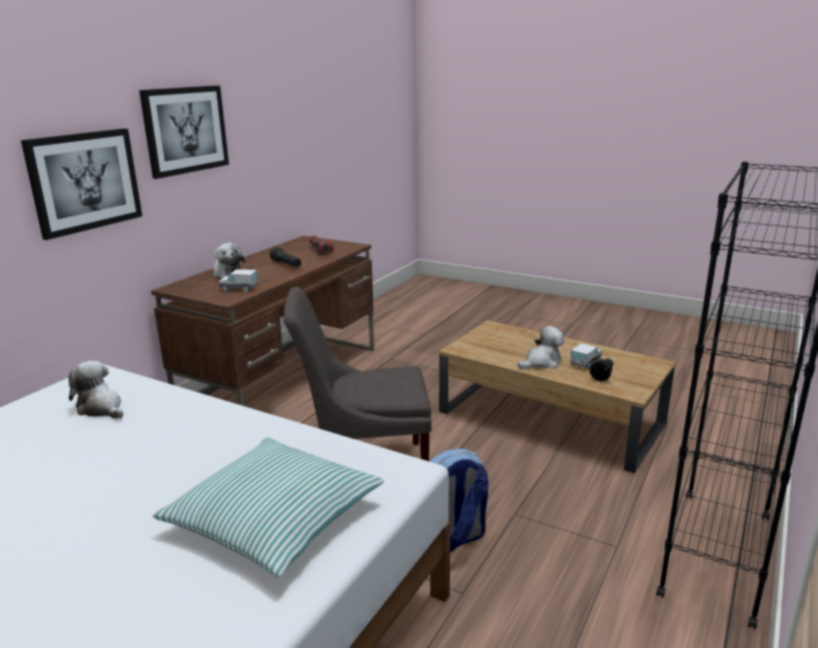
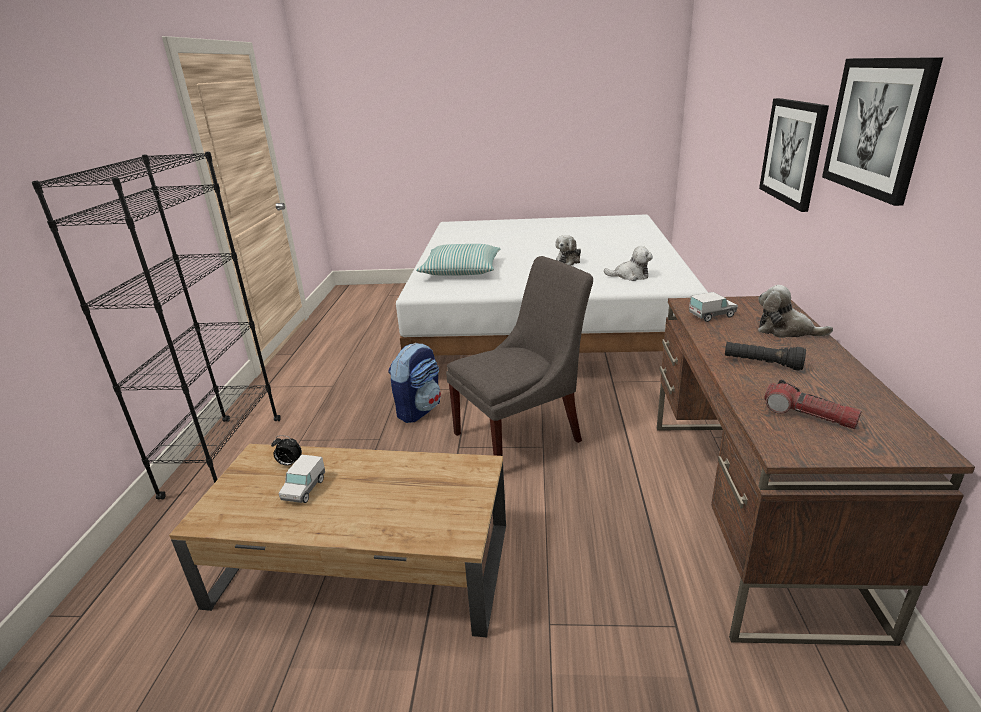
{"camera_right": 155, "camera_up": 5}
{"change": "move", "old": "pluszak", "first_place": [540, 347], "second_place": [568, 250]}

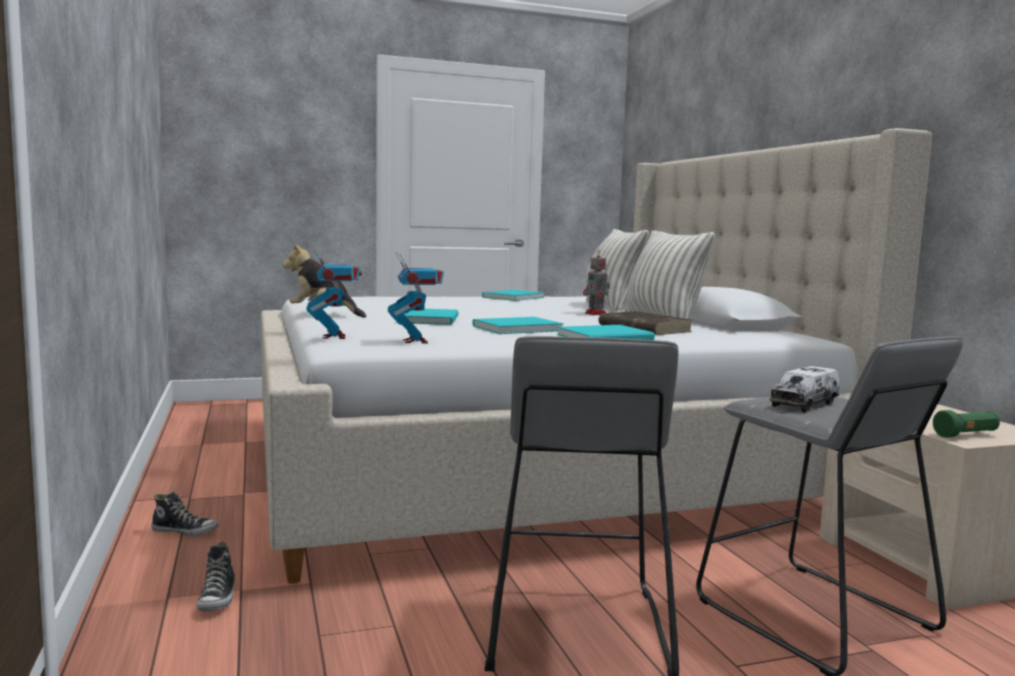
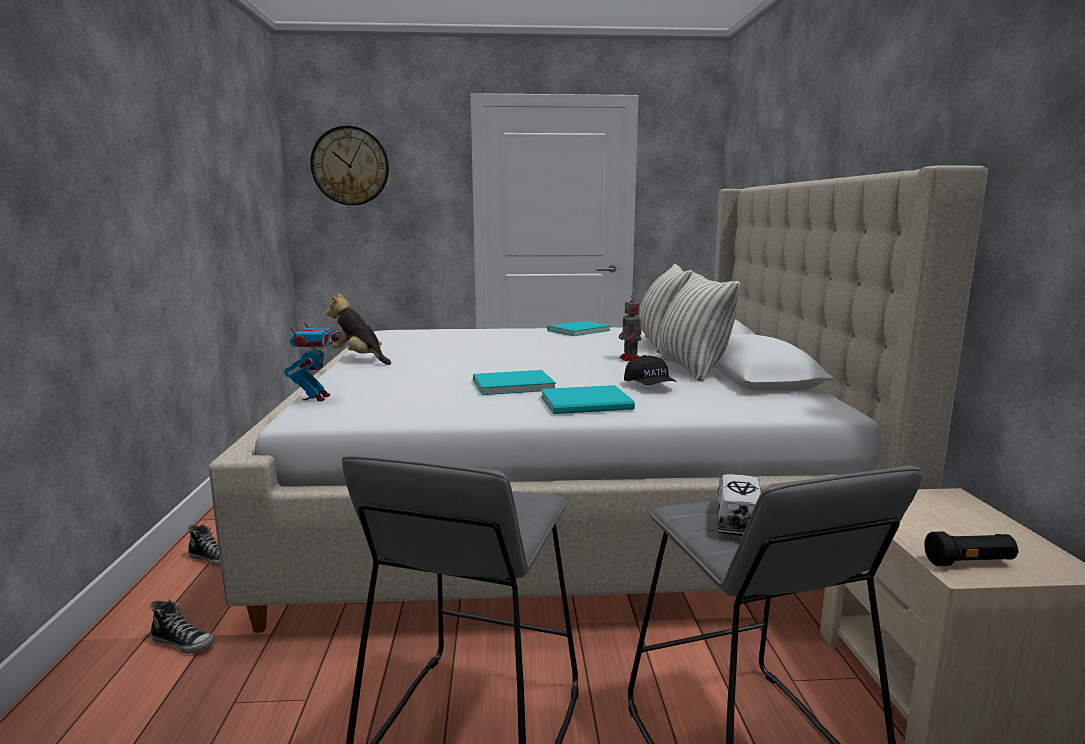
{"camera_right": 15, "camera_up": 5}
{"change": "delete", "old": "robot zabawkowy", "first_place": [416, 298]}
{"change": "delete", "old": "książka (turkusowy)", "first_place": [427, 317]}
{"change": "insert", "new": "zegar ścienny", "second_place": [349, 165]}
{"change": "replace", "old": "książka (brązowy)", "new": "czapka z daszkiem (czarny)", "first_place": [645, 323], "second_place": [650, 370]}
{"change": "recolor", "old": "latarka (zielony)", "new": "latarka (czarny)", "first_place": [966, 424], "second_place": [971, 549]}
{"change": "rotate", "old": "but", "first_place": [216, 577], "second_place": [182, 627], "degrees": -75}
{"change": "rotate", "old": "ciężarówka zabawkowa", "first_place": [805, 389], "second_place": [739, 505], "degrees": 135}

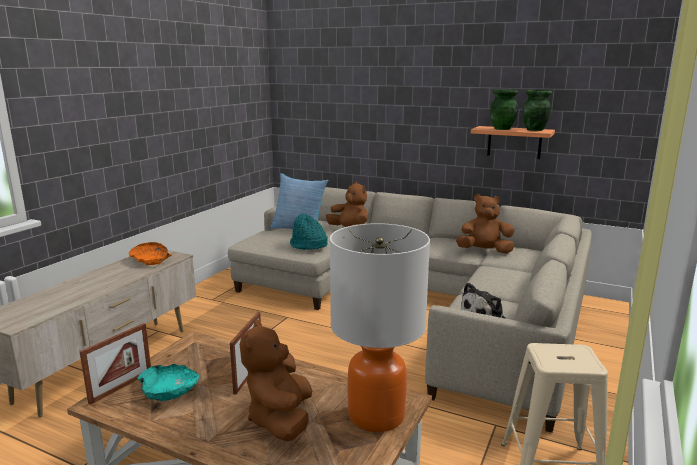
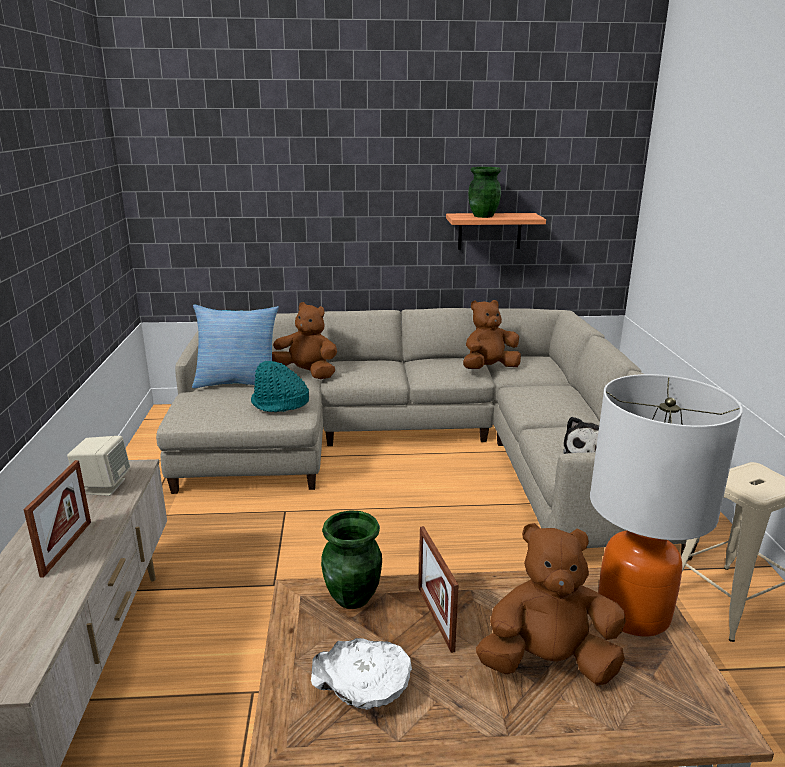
{"camera_right": -30, "camera_up": 5}
{"change": "move", "old": "ramka na zdjęcie", "first_place": [115, 364], "second_place": [57, 519]}
{"change": "move", "old": "wazon (zielony)", "first_place": [537, 110], "second_place": [351, 559]}
{"change": "replace", "old": "miska (pomarańczowy)", "new": "głośnik (beżowy)", "first_place": [150, 253], "second_place": [98, 466]}
{"change": "recolor", "old": "miska (turkusowy)", "new": "miska (biały)", "first_place": [168, 382], "second_place": [361, 674]}
{"change": "rotate", "old": "pluszak (brązowy)", "first_place": [276, 380], "second_place": [551, 604], "degrees": 120}

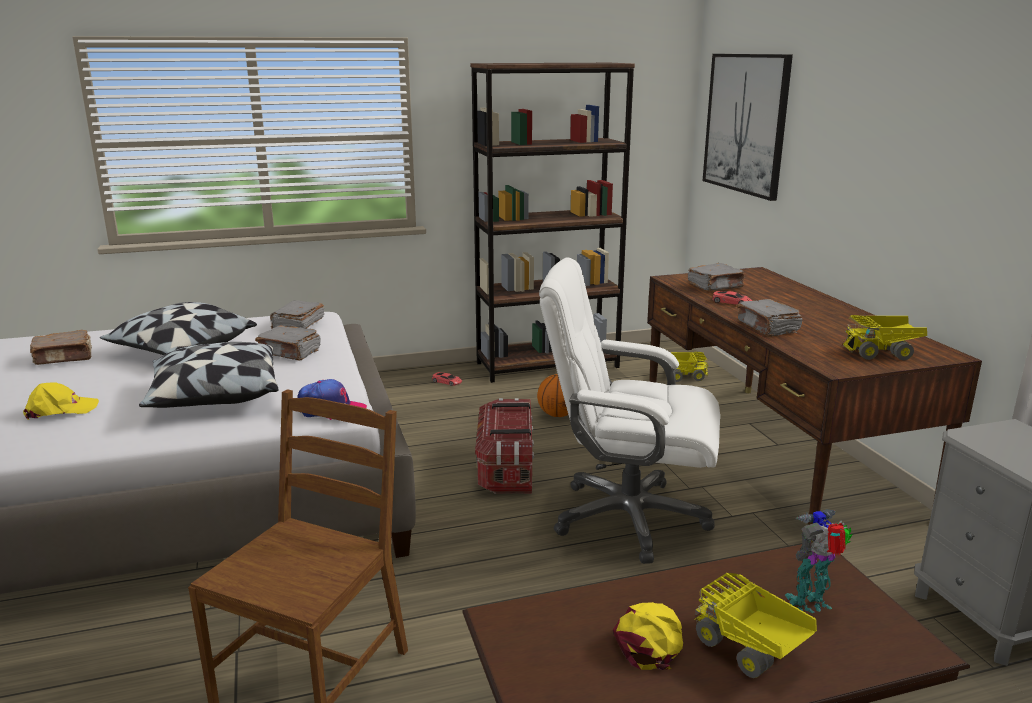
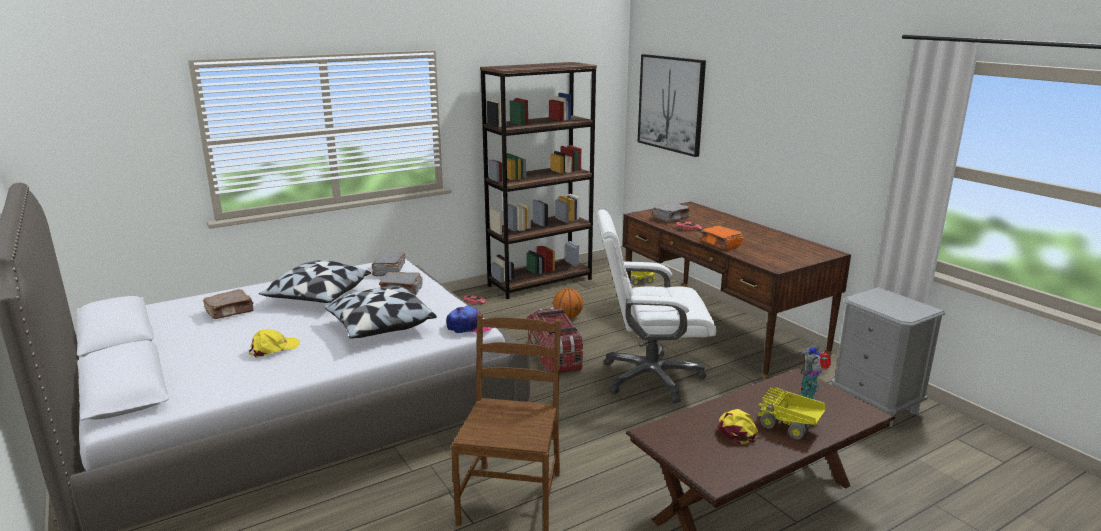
{"camera_right": -15, "camera_up": 0}
{"change": "delete", "old": "ciężarówka zabawkowa", "first_place": [885, 337]}
{"change": "recolor", "old": "książka (szary)", "new": "książka (pomarańczowy)", "first_place": [769, 318], "second_place": [722, 238]}

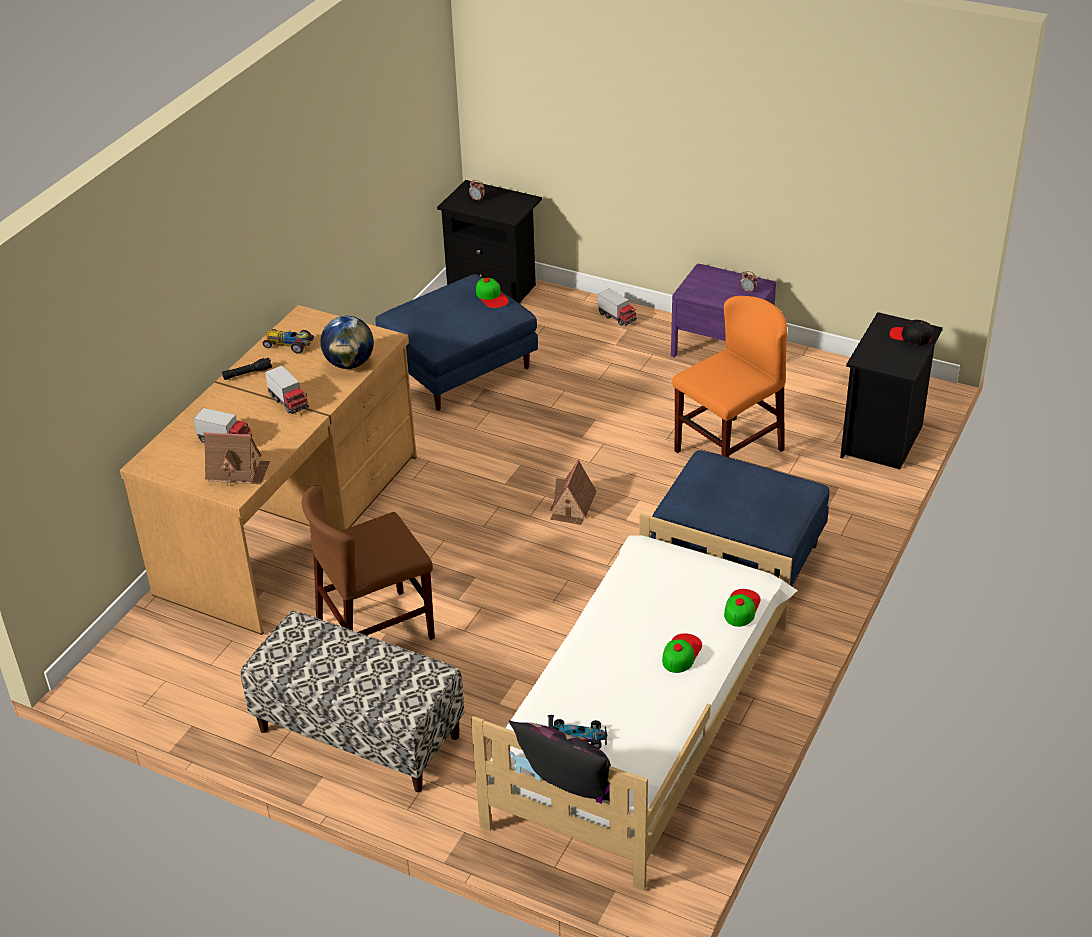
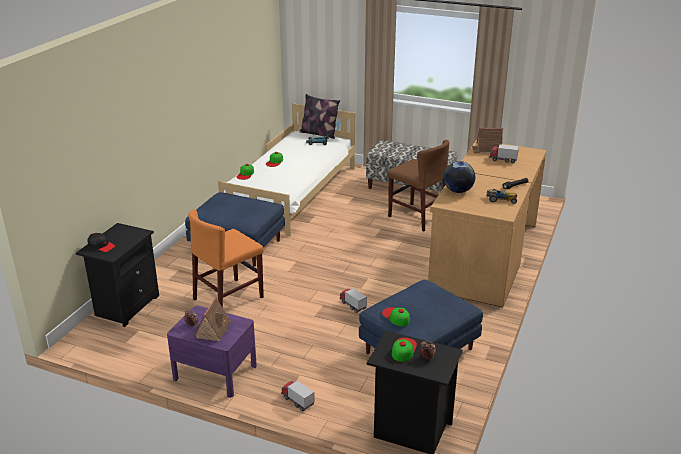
{"camera_right": 175, "camera_up": -10}
{"change": "insert", "new": "czapka z daszkiem", "second_place": [404, 350]}
{"change": "move", "old": "ciężarówka zabawkowa", "first_place": [287, 389], "second_place": [353, 300]}
{"change": "move", "old": "domek", "first_place": [573, 492], "second_place": [212, 319]}
{"change": "rotate", "old": "krzesło (brązowy)", "first_place": [368, 563], "second_place": [418, 186], "degrees": 75}

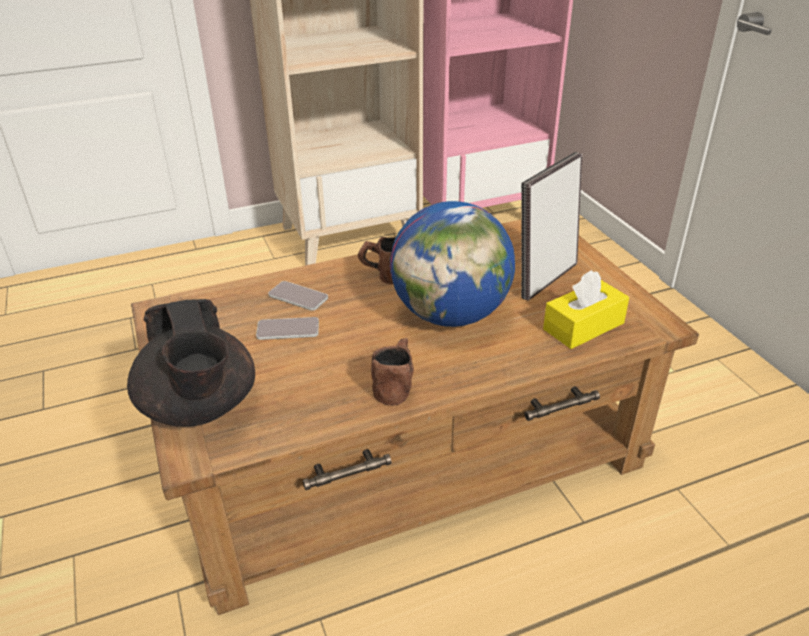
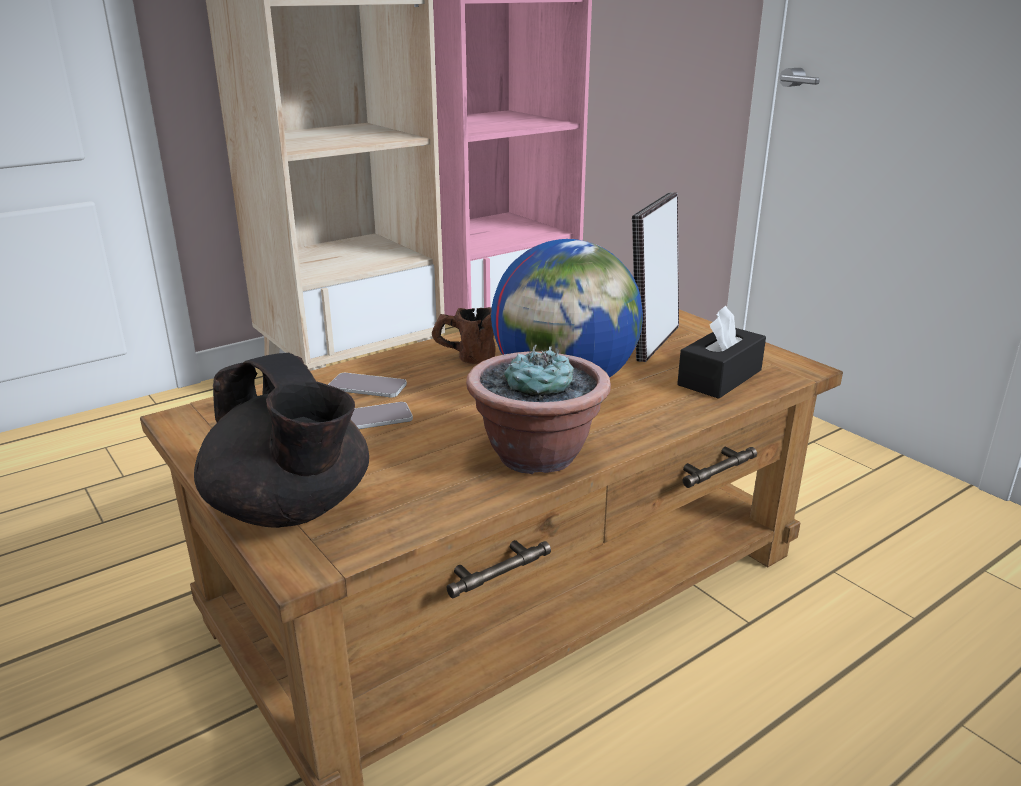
{"camera_right": -15, "camera_up": -10}
{"change": "replace", "old": "kubek (brązowy)", "new": "roślina doniczkowa", "first_place": [392, 372], "second_place": [538, 409]}
{"change": "recolor", "old": "pudełko chusteczek (żółty)", "new": "pudełko chusteczek (czarny)", "first_place": [586, 309], "second_place": [721, 352]}

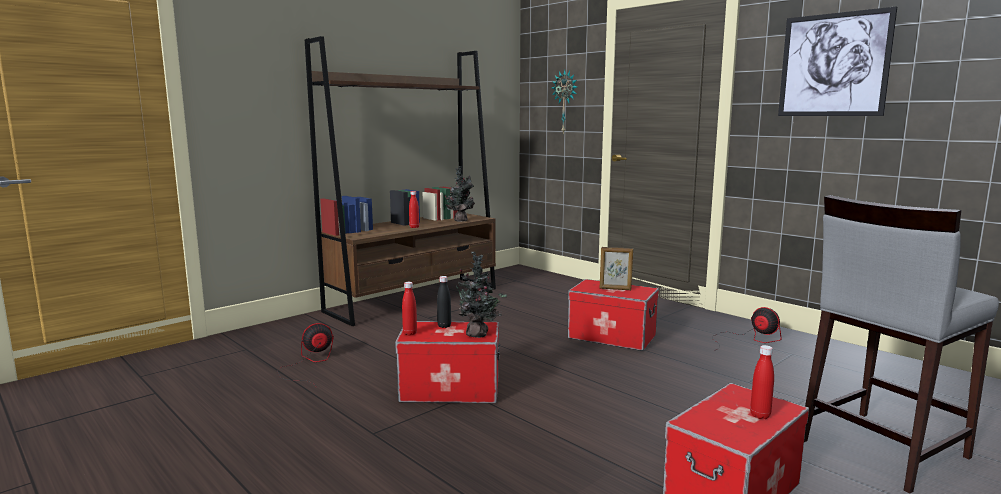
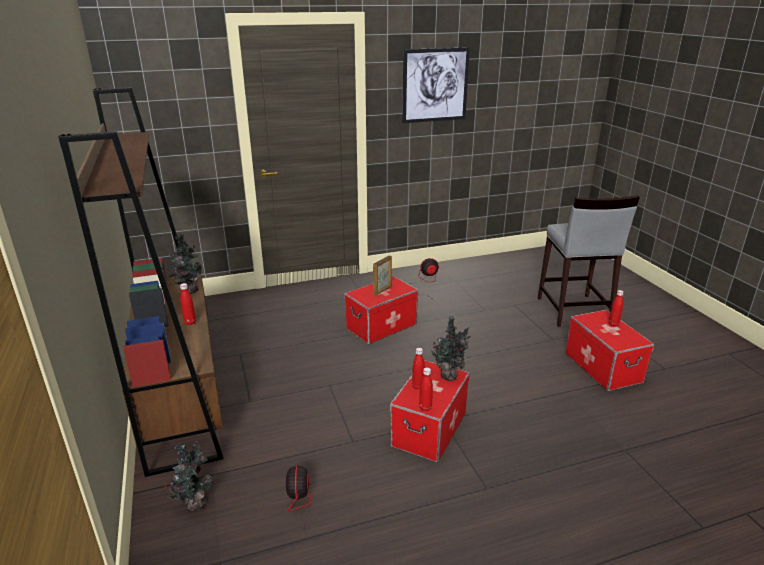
{"camera_right": -65, "camera_up": 15}
{"change": "delete", "old": "zegar ścienny", "first_place": [564, 101]}
{"change": "insert", "new": "roślina doniczkowa", "second_place": [189, 476]}
{"change": "recolor", "old": "butelka (czarny)", "new": "butelka (czerwony)", "first_place": [444, 302], "second_place": [418, 369]}

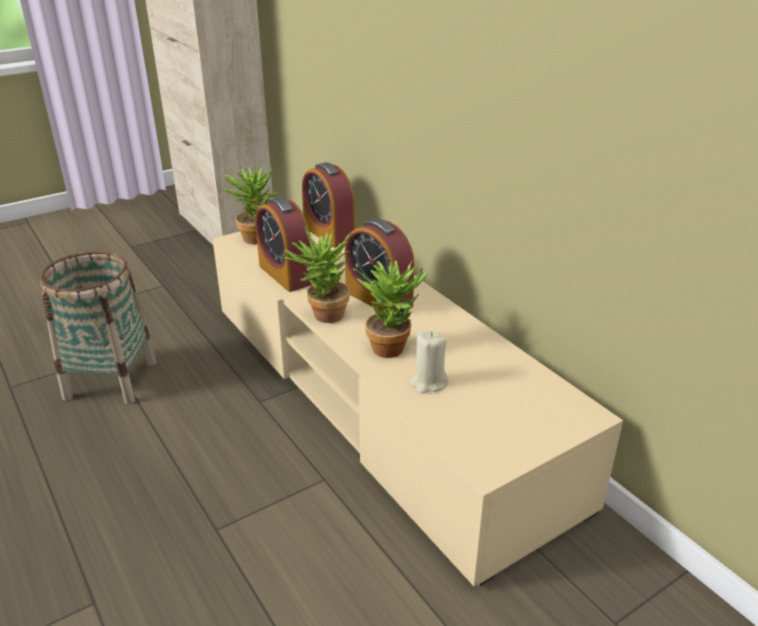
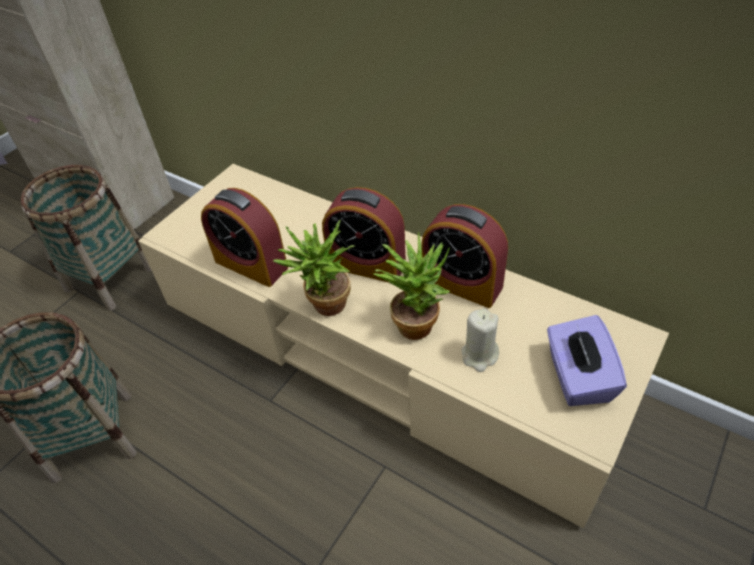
{"camera_right": -20, "camera_up": 15}
{"change": "delete", "old": "roślina doniczkowa", "first_place": [249, 204]}
{"change": "insert", "new": "koszyk", "second_place": [86, 238]}
{"change": "insert", "new": "pudełko chusteczek (fioletowy)", "second_place": [587, 360]}
{"change": "move", "old": "budzik", "first_place": [328, 205], "second_place": [464, 256]}

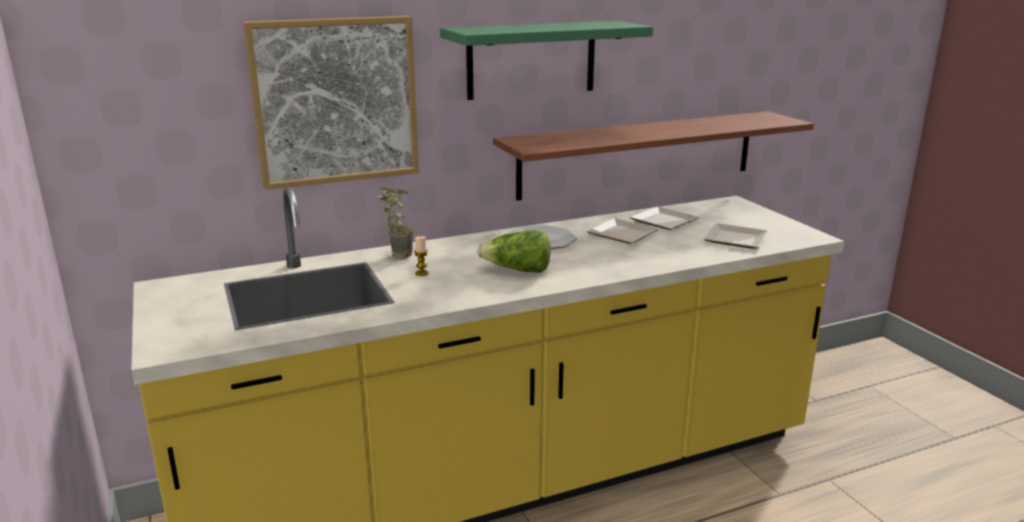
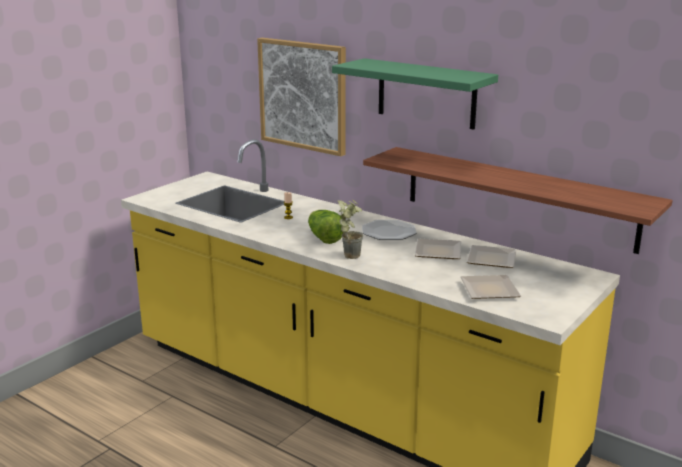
{"camera_right": 60, "camera_up": 0}
{"change": "move", "old": "roślina doniczkowa", "first_place": [396, 223], "second_place": [350, 229]}

